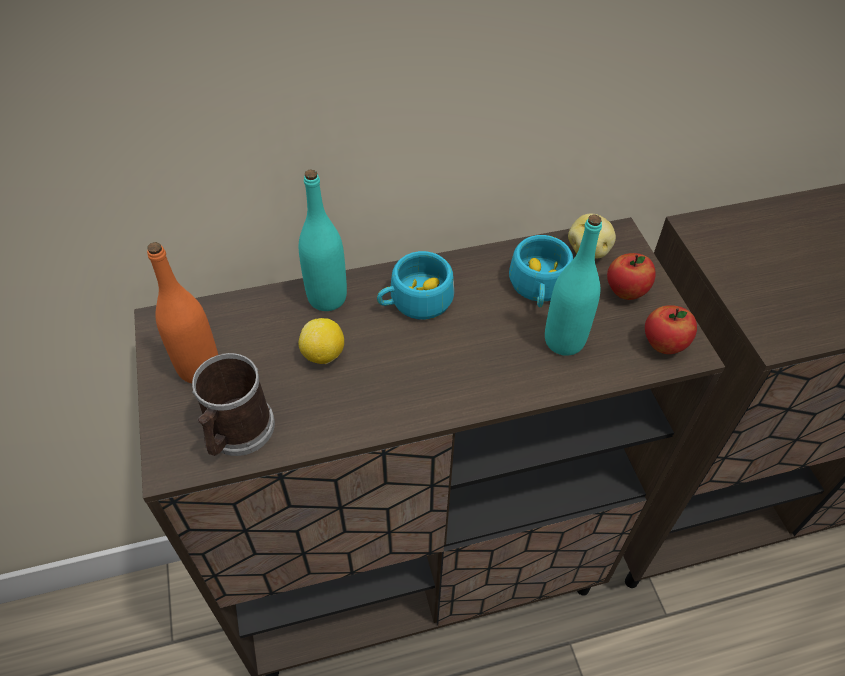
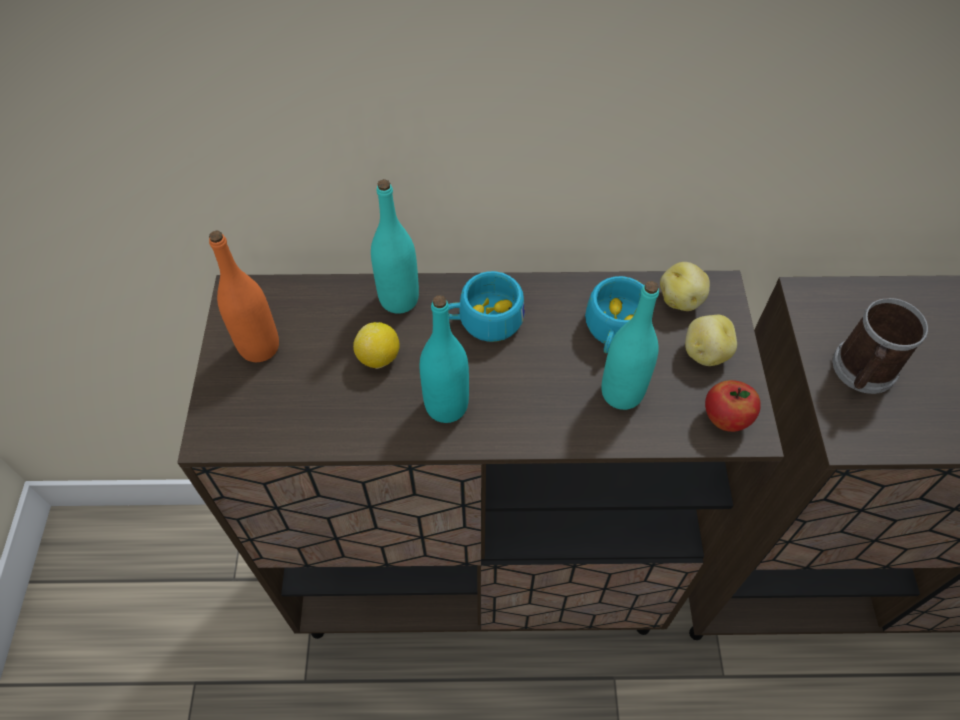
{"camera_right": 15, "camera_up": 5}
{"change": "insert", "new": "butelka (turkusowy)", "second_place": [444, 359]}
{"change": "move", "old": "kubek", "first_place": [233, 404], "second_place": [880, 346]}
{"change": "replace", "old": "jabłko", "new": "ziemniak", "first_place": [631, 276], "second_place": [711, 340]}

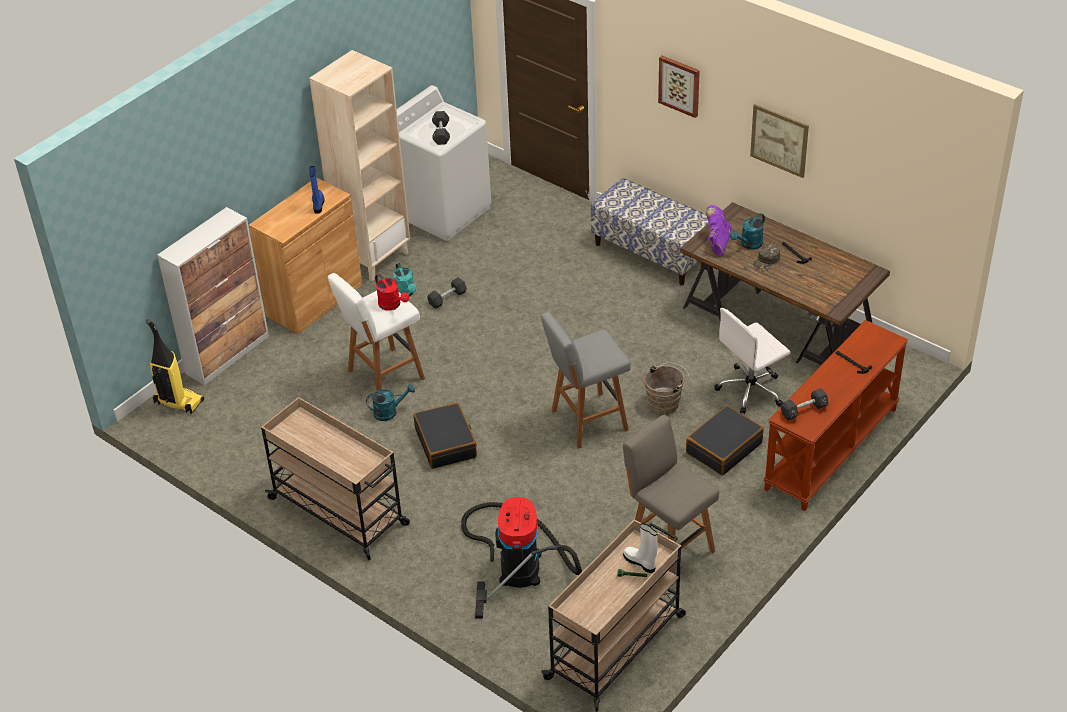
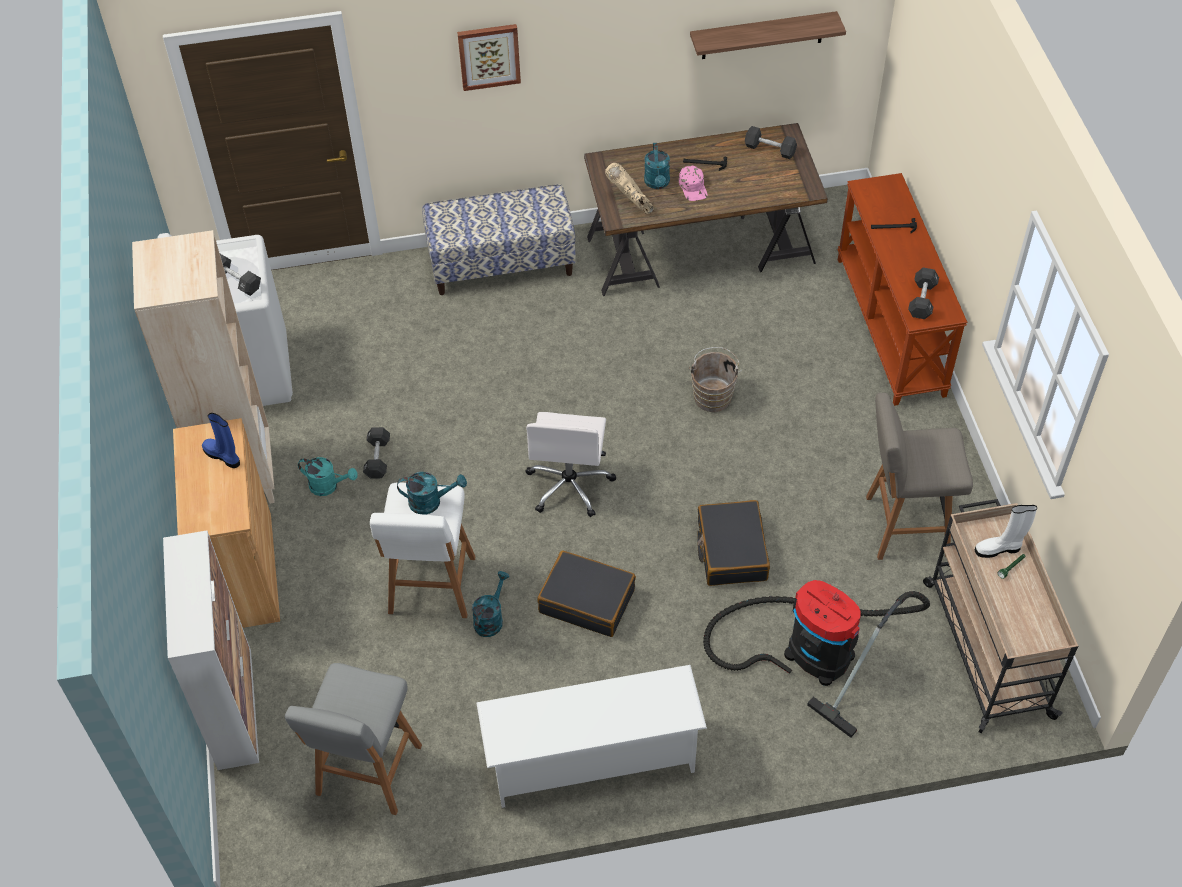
{"camera_right": -50, "camera_up": 10}
{"change": "delete", "old": "odkurzacz", "first_place": [175, 366]}
{"change": "delete", "old": "obraz", "first_place": [779, 141]}
{"change": "insert", "new": "półka", "second_place": [768, 35]}
{"change": "insert", "new": "hantel (czarny)", "second_place": [771, 142]}
{"change": "move", "old": "stołek (szary)", "first_place": [586, 380], "second_place": [353, 739]}
{"change": "move", "old": "walizka (czarny)", "first_place": [725, 441], "second_place": [733, 543]}
{"change": "move", "old": "krzesło biurowe (biały)", "first_place": [752, 361], "second_place": [571, 464]}
{"change": "replace", "old": "wózek (beżowy)", "new": "regał na buty (biały)", "first_place": [335, 478], "second_place": [591, 736]}
{"change": "recolor", "old": "konewka (czerwony)", "new": "konewka (turkusowy)", "first_place": [392, 292], "second_place": [432, 493]}
{"change": "recolor", "old": "but z cholewką (fioletowy)", "new": "but z cholewką (beżowy)", "first_place": [719, 231], "second_place": [629, 188]}
{"change": "recolor", "old": "czapka z daszkiem (zielony)", "new": "czapka z daszkiem (różowy)", "first_place": [766, 257], "second_place": [693, 183]}

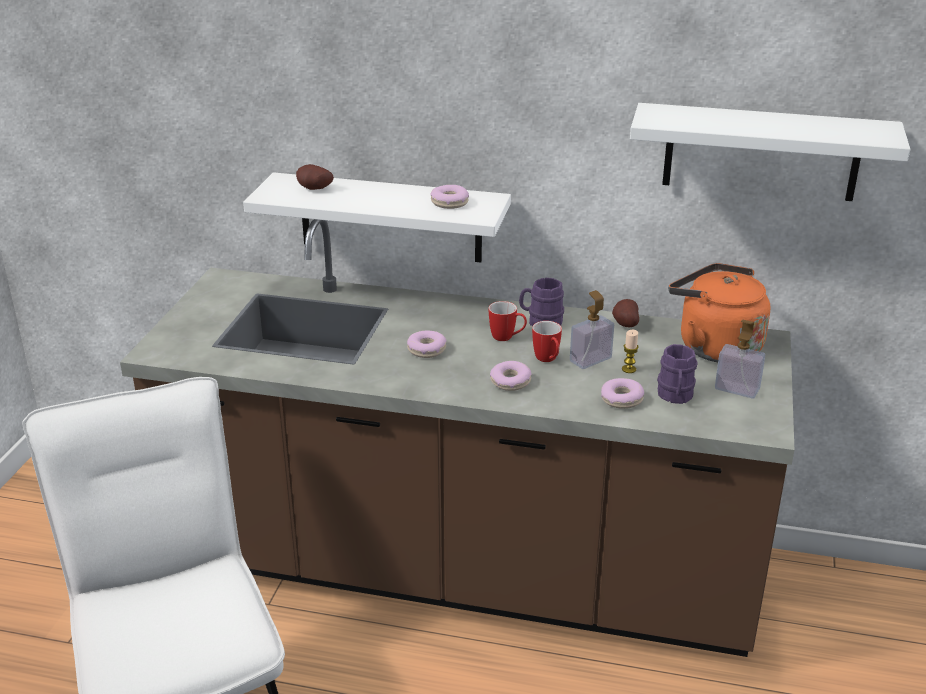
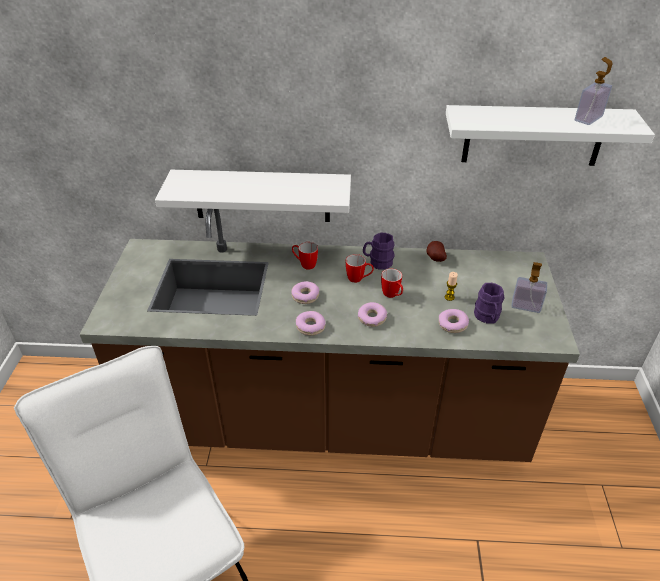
{"camera_right": -10, "camera_up": 10}
{"change": "delete", "old": "ziemniak", "first_place": [315, 177]}
{"change": "delete", "old": "czajnik (pomarańczowy)", "first_place": [719, 312]}
{"change": "insert", "new": "kubek", "second_place": [305, 256]}
{"change": "move", "old": "donut", "first_place": [449, 197], "second_place": [311, 323]}
{"change": "move", "old": "dozownik mydła", "first_place": [592, 329], "second_place": [594, 91]}

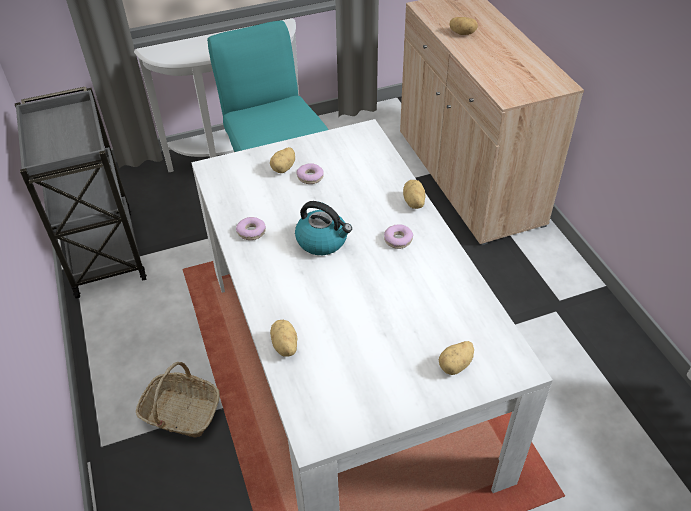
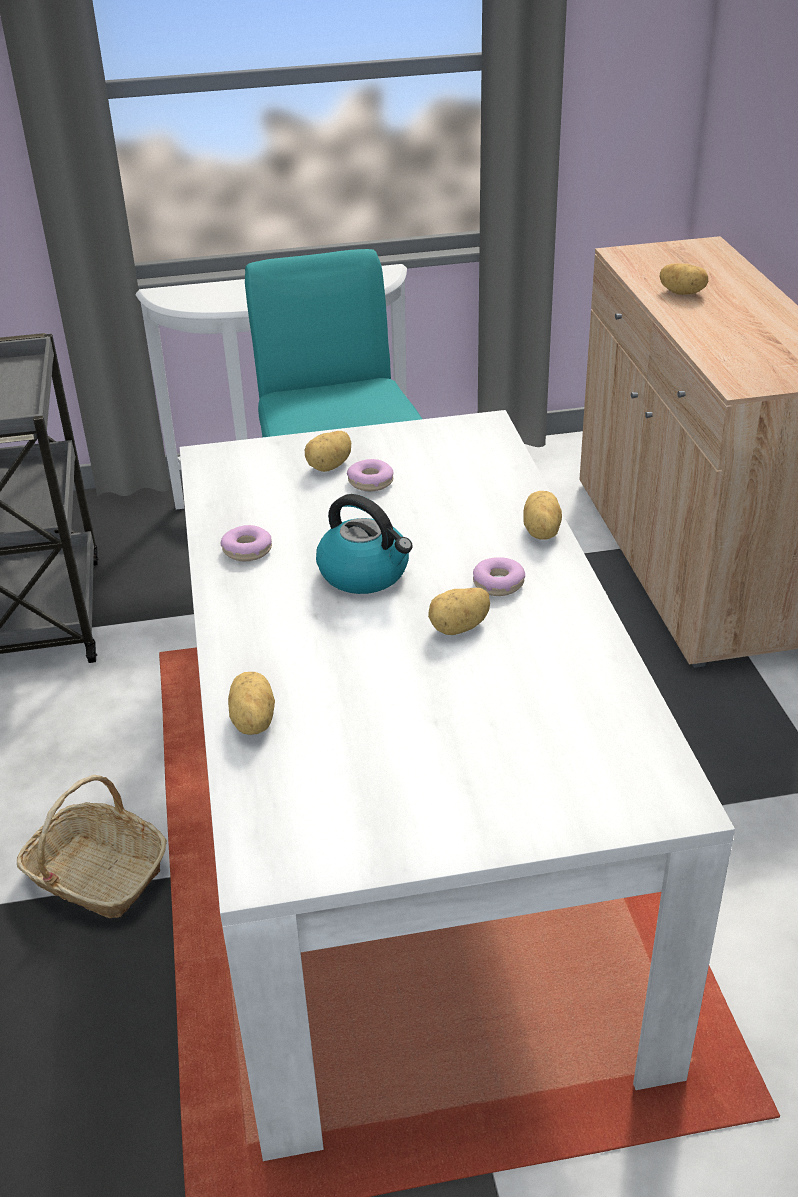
{"camera_right": 10, "camera_up": -10}
{"change": "move", "old": "ziemniak", "first_place": [456, 358], "second_place": [459, 611]}

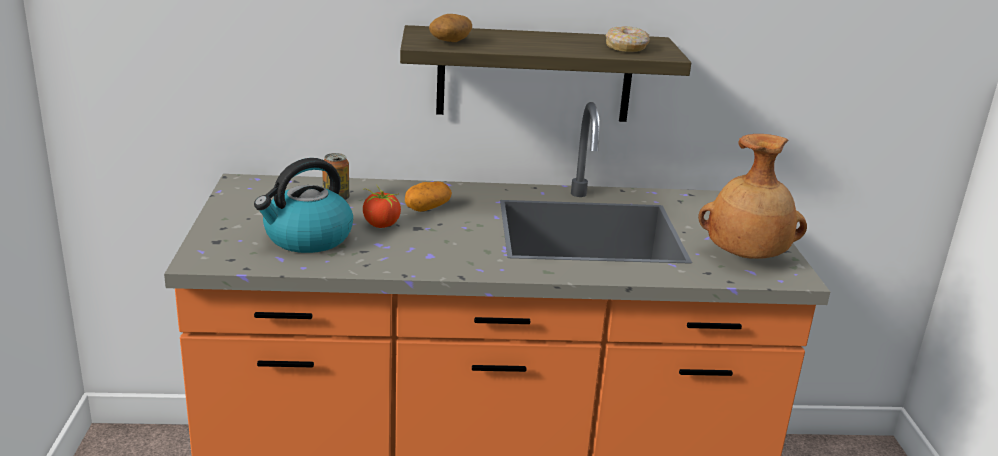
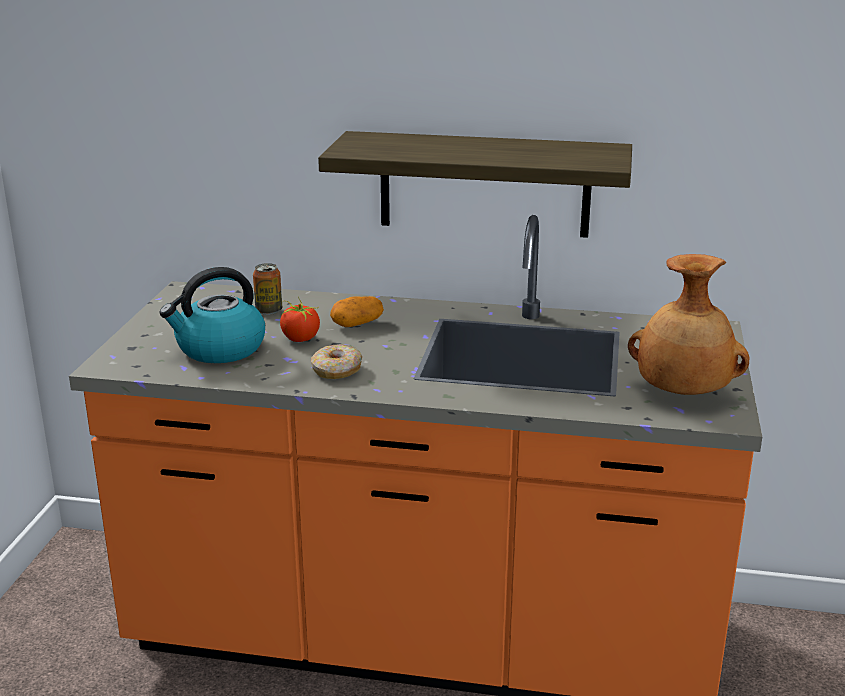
{"camera_right": 15, "camera_up": 0}
{"change": "delete", "old": "ziemniak", "first_place": [450, 28]}
{"change": "move", "old": "donut", "first_place": [628, 39], "second_place": [336, 361]}

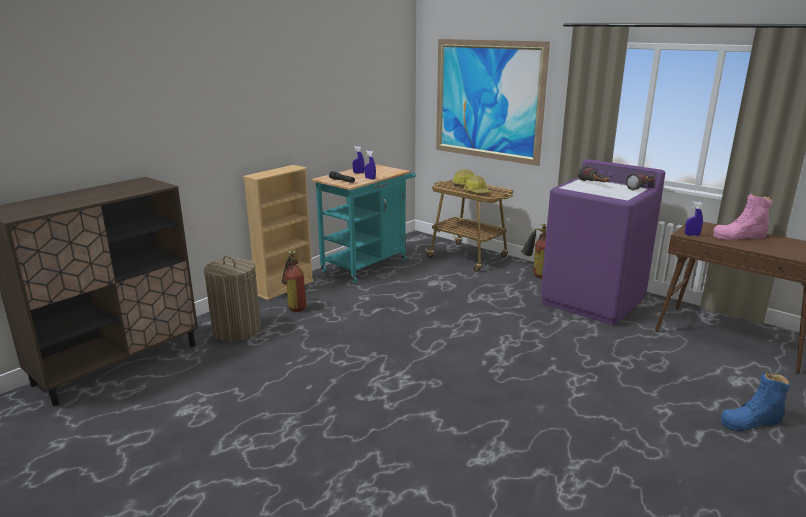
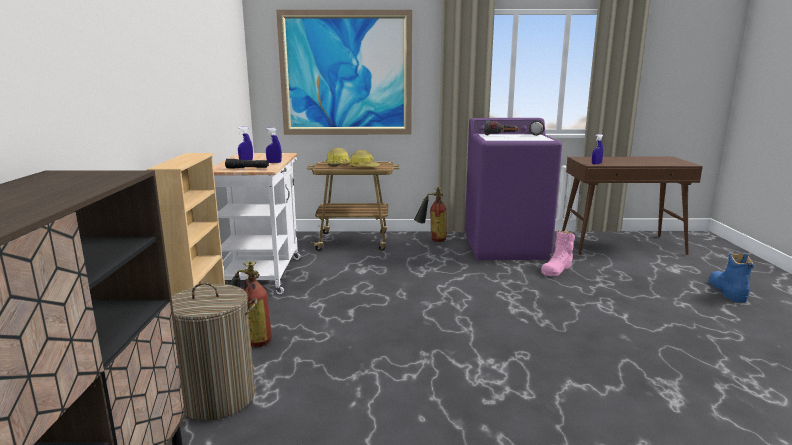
{"camera_right": -40, "camera_up": -5}
{"change": "move", "old": "but z cholewką (różowy)", "first_place": [742, 216], "second_place": [558, 253]}
{"change": "recolor", "old": "wózek (turkusowy)", "new": "wózek (biały)", "first_place": [364, 223], "second_place": [257, 223]}
{"change": "rotate", "old": "but z cholewką (niebieski)", "first_place": [755, 401], "second_place": [731, 278], "degrees": 150}

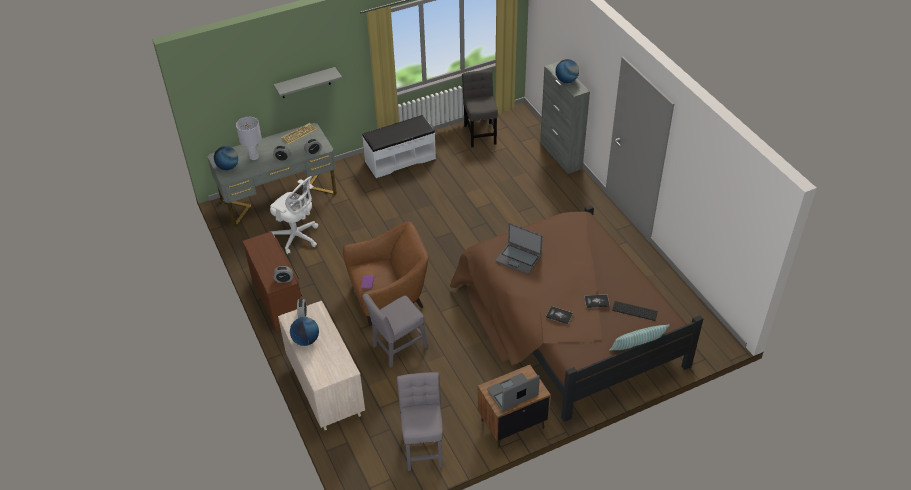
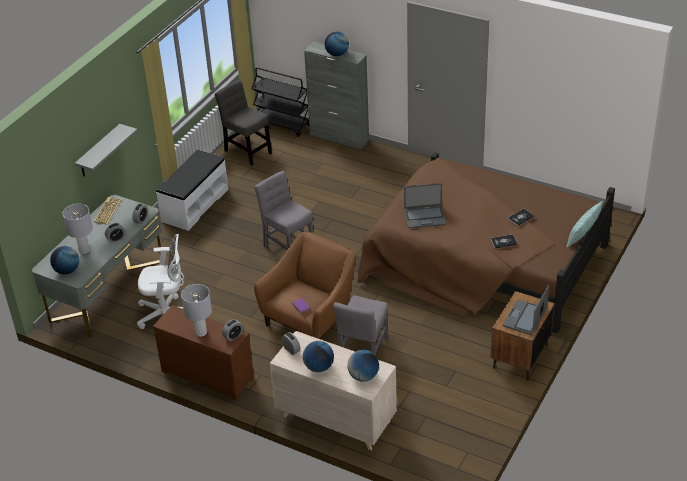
{"camera_right": -35, "camera_up": -5}
{"change": "delete", "old": "klawiatura", "first_place": [635, 311]}
{"change": "insert", "new": "lampa stołowa (szary)", "second_place": [196, 310]}
{"change": "insert", "new": "wózek (czarny)", "second_place": [280, 102]}
{"change": "insert", "new": "globus", "second_place": [363, 366]}
{"change": "move", "old": "krzesło (szary)", "first_place": [420, 421], "second_place": [283, 210]}

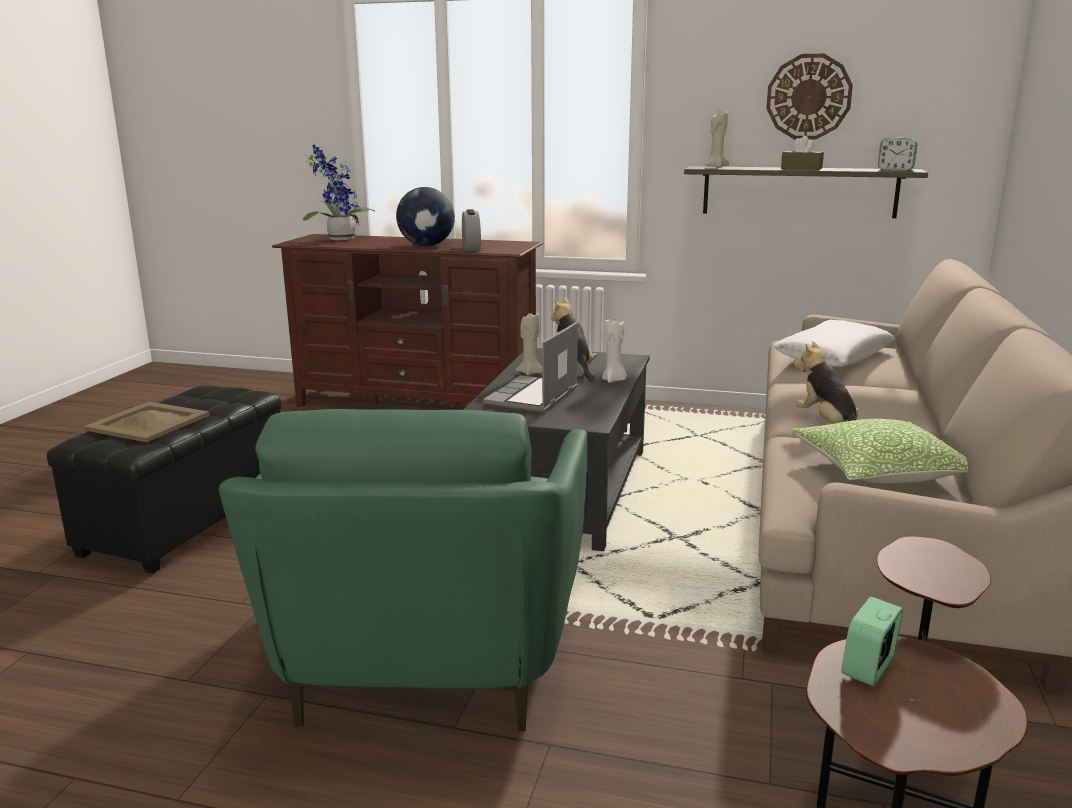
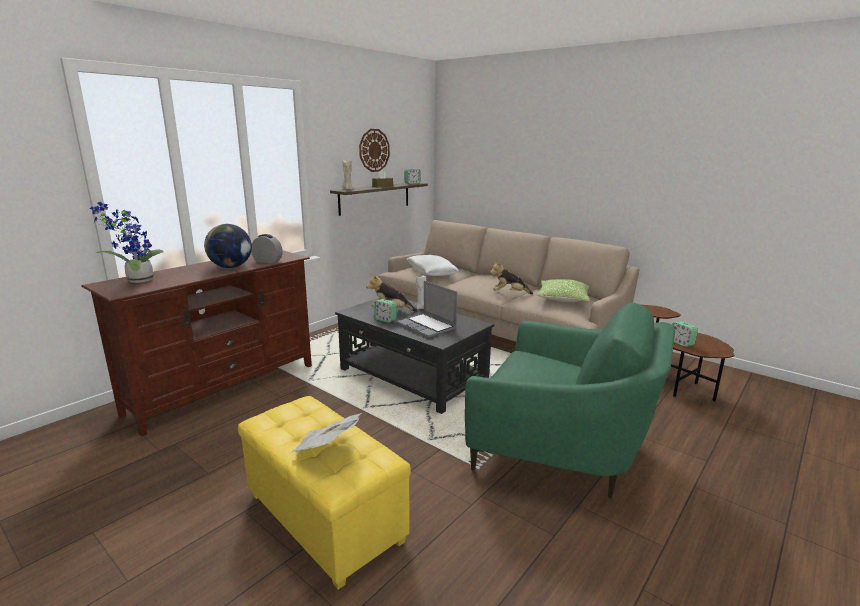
{"camera_right": -65, "camera_up": 0}
{"change": "replace", "old": "taca (beżowy)", "new": "gazeta", "first_place": [146, 422], "second_place": [326, 433]}
{"change": "replace", "old": "świeca (beżowy)", "new": "budzik", "first_place": [529, 344], "second_place": [385, 311]}
{"change": "recolor", "old": "pufa (czarny)", "new": "pufa (żółty)", "first_place": [164, 479], "second_place": [324, 493]}

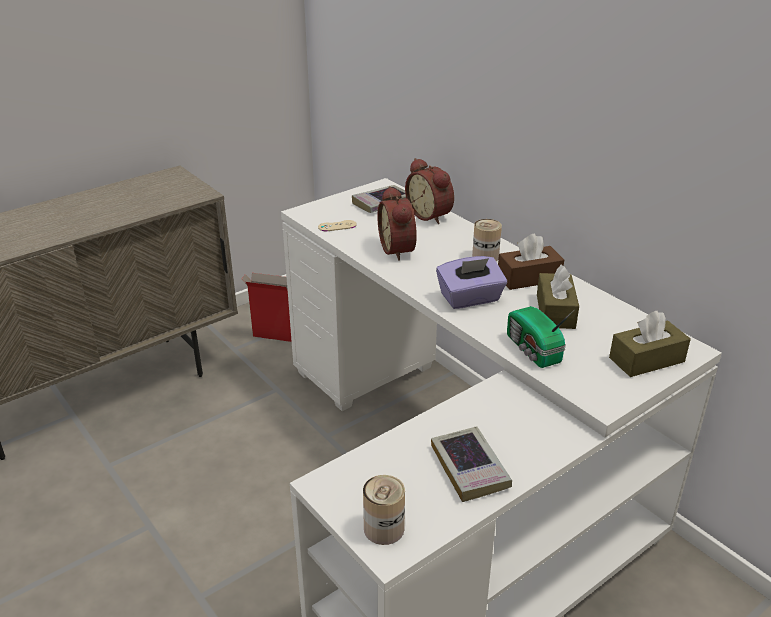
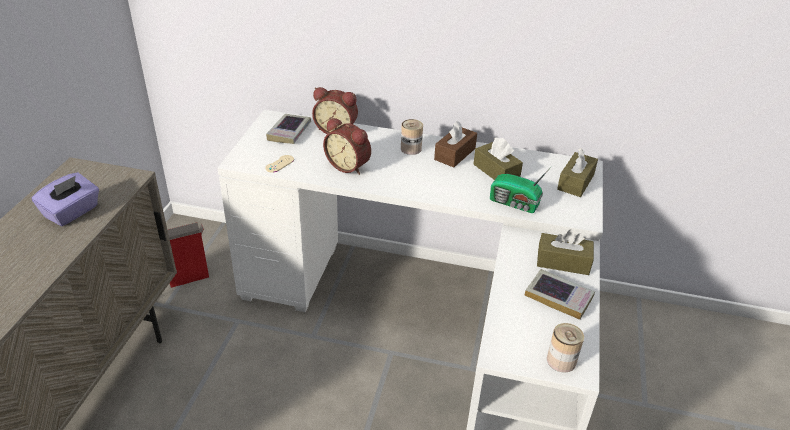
{"camera_right": -40, "camera_up": 5}
{"change": "insert", "new": "pudełko chusteczek (brązowy)", "second_place": [565, 252]}
{"change": "move", "old": "pudełko chusteczek (fioletowy)", "first_place": [471, 282], "second_place": [65, 199]}

